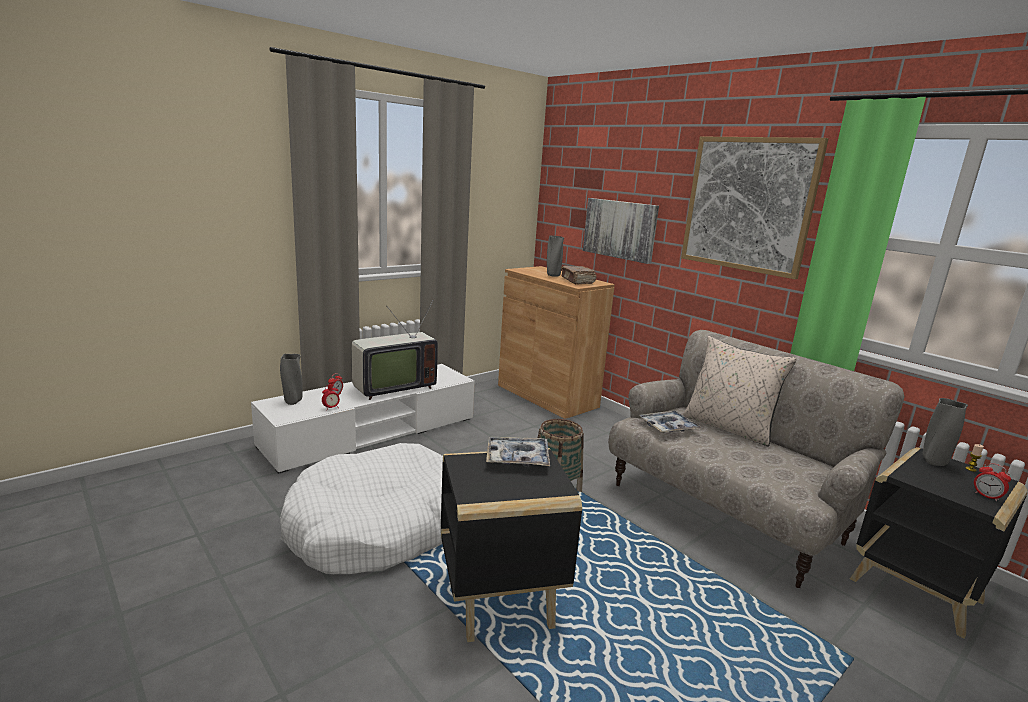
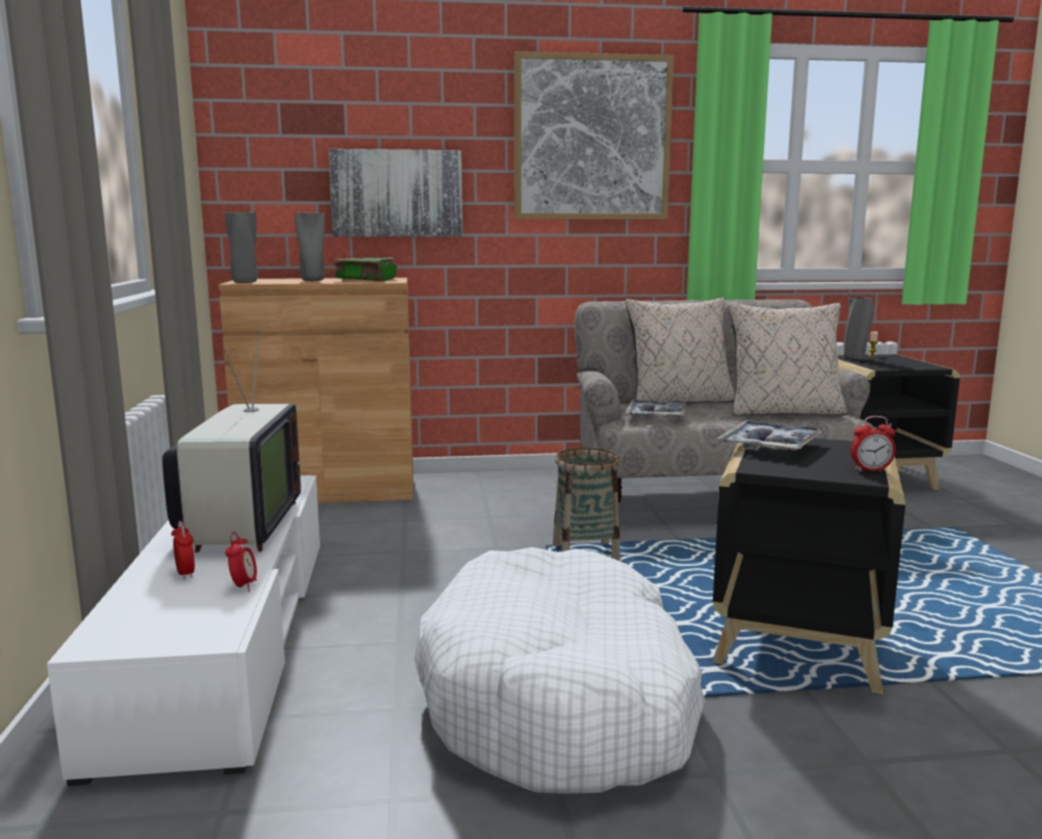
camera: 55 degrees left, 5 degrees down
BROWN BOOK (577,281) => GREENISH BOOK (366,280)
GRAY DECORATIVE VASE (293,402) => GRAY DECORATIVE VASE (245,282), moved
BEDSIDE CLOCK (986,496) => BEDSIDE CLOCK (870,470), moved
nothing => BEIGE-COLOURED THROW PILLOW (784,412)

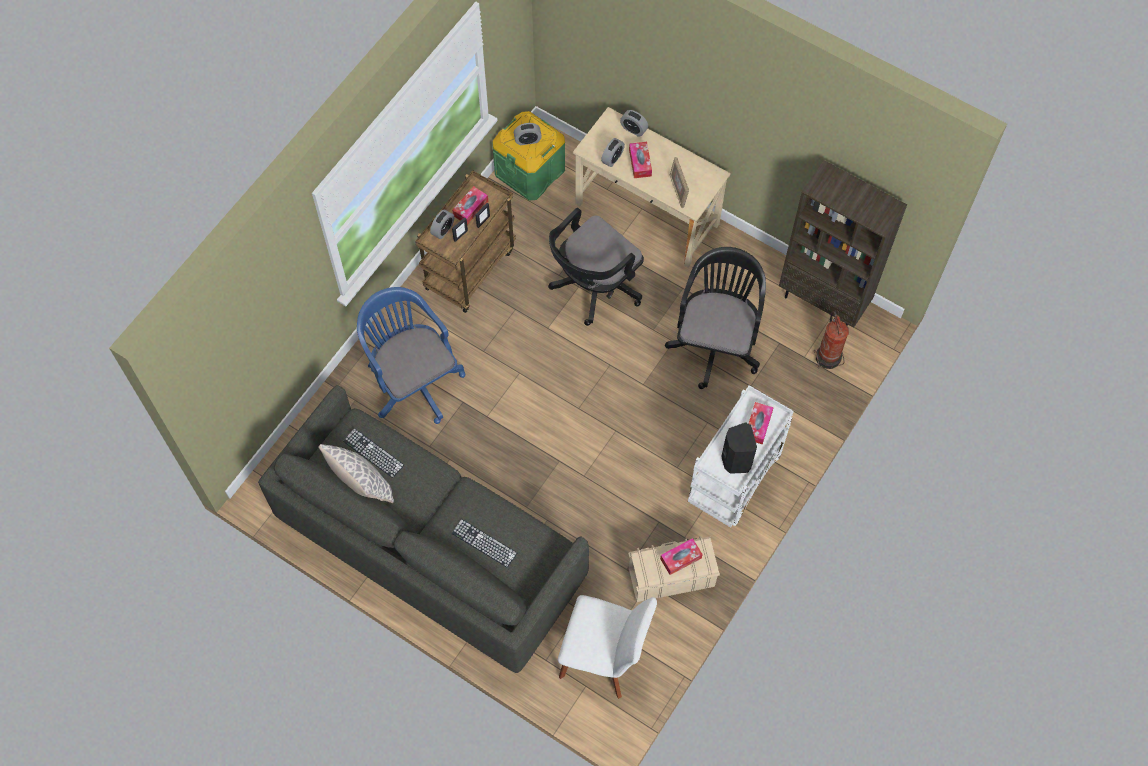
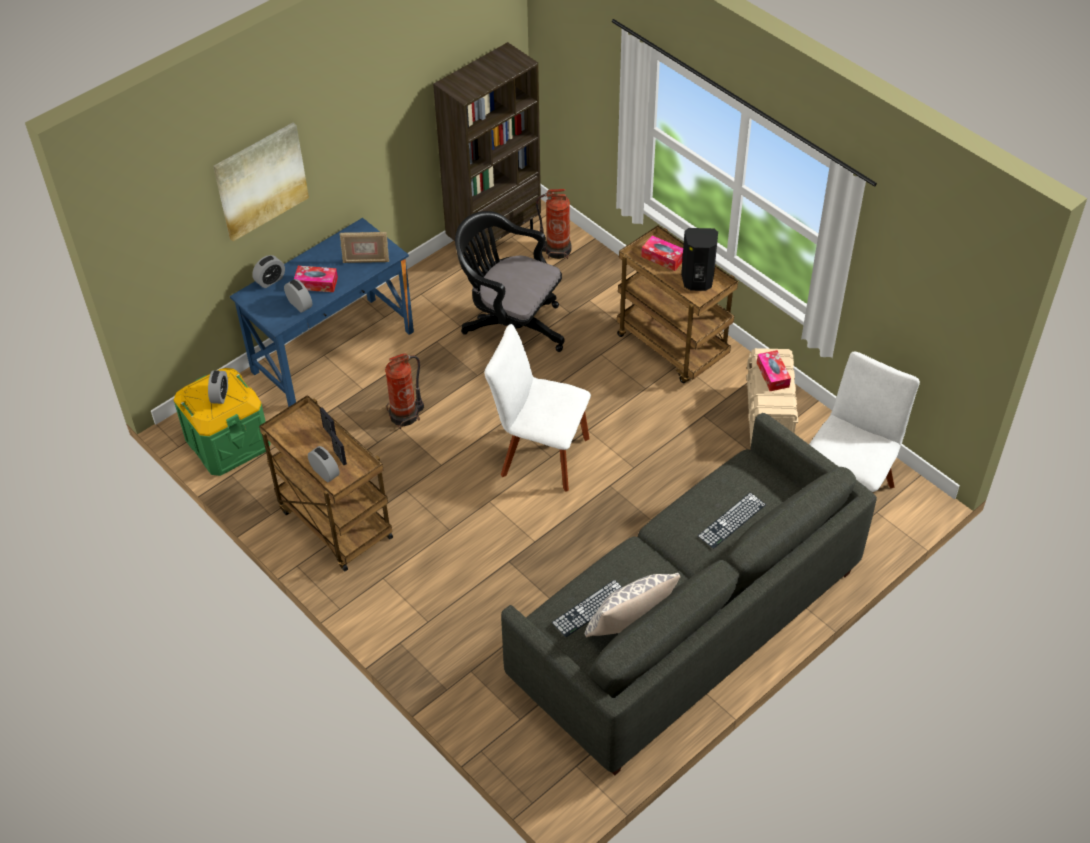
camera: 75 degrees left, 15 degrees down
BEIGE-COLOURED DESK (647,214) => BLUISH DESK (333,351)
TISSUE BOX (470,208) => nothing
BLACK-COLOURED COMPUTER CHAIR (593,287) => FIRE-FIGHTING CYLINDER (405,415)
BLUISH COMPUTER CHAIR (412,380) => nothing
WHITISH WHEELED CART (734,481) => BROWN WHEELED CART (673,347)
nothing => PICTURE (261,181)
nothing => WHITISH PLAIN CHAIR (540,454)

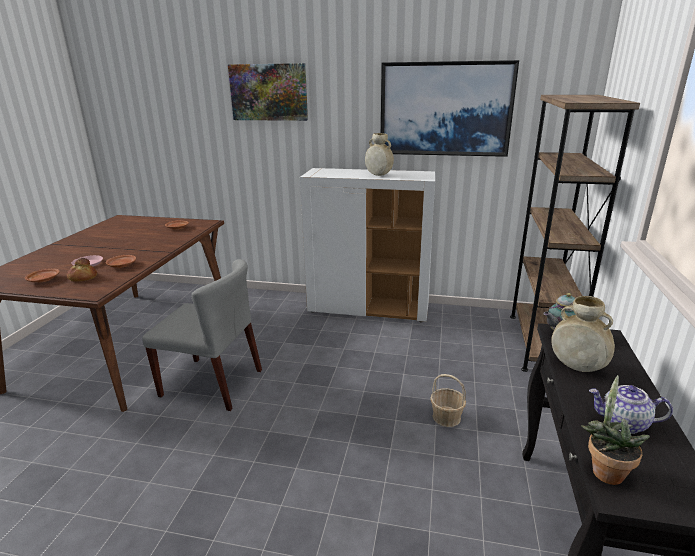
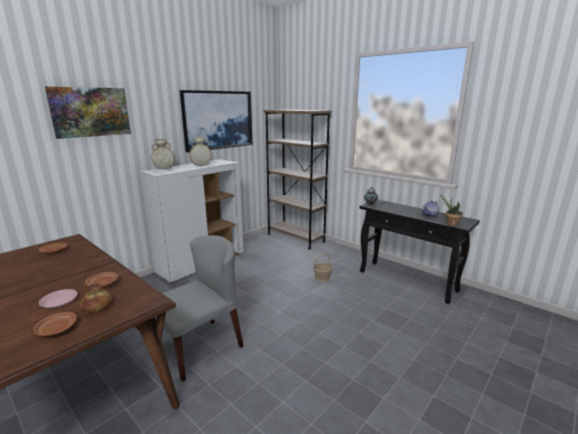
camera: 60 degrees left, 5 degrees down
BEIGE-COLOURED DECORATIVE VASE (577,367) => BEIGE-COLOURED DECORATIVE VASE (164,169), moved

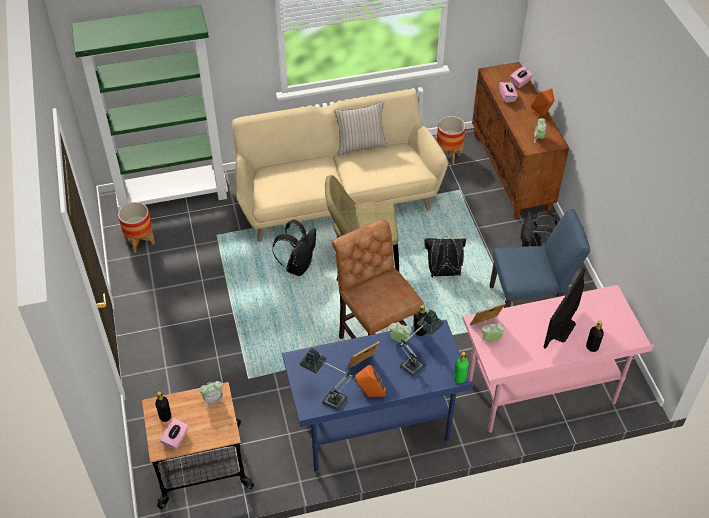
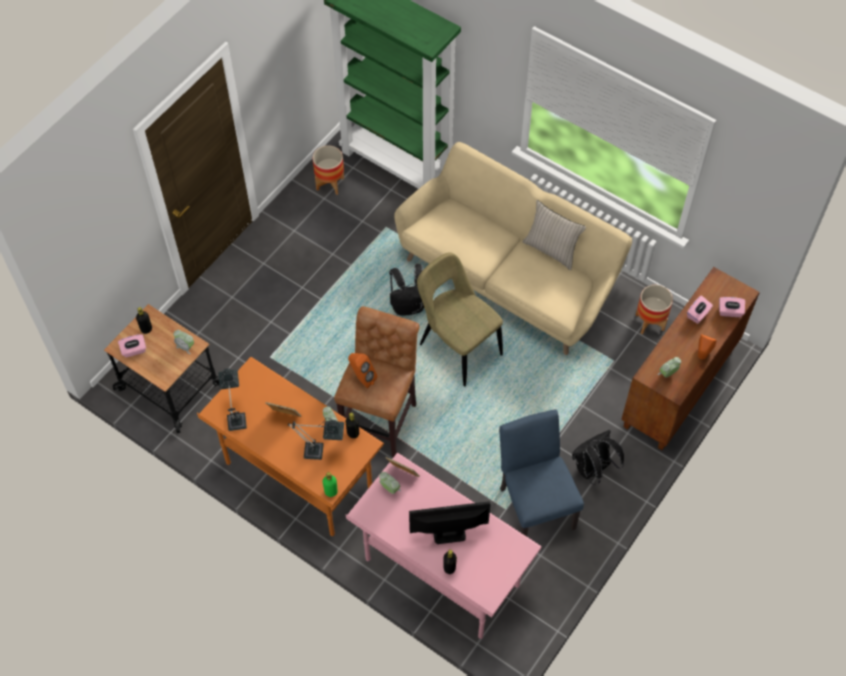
camera: 50 degrees right, 10 degrees up
BLUISH PLAIN CHAIR (530,302) => BLUISH PLAIN CHAIR (534,502), 150 degrees counterclockwise
BLACK-COLOURED KNAPSACK (443,273) => nothing
BLUISH DESK (374,430) => ORANGE DESK (298,476)
ORANGE LOUDSPEAKER (370,395) => ORANGE LOUDSPEAKER (362,378), moved

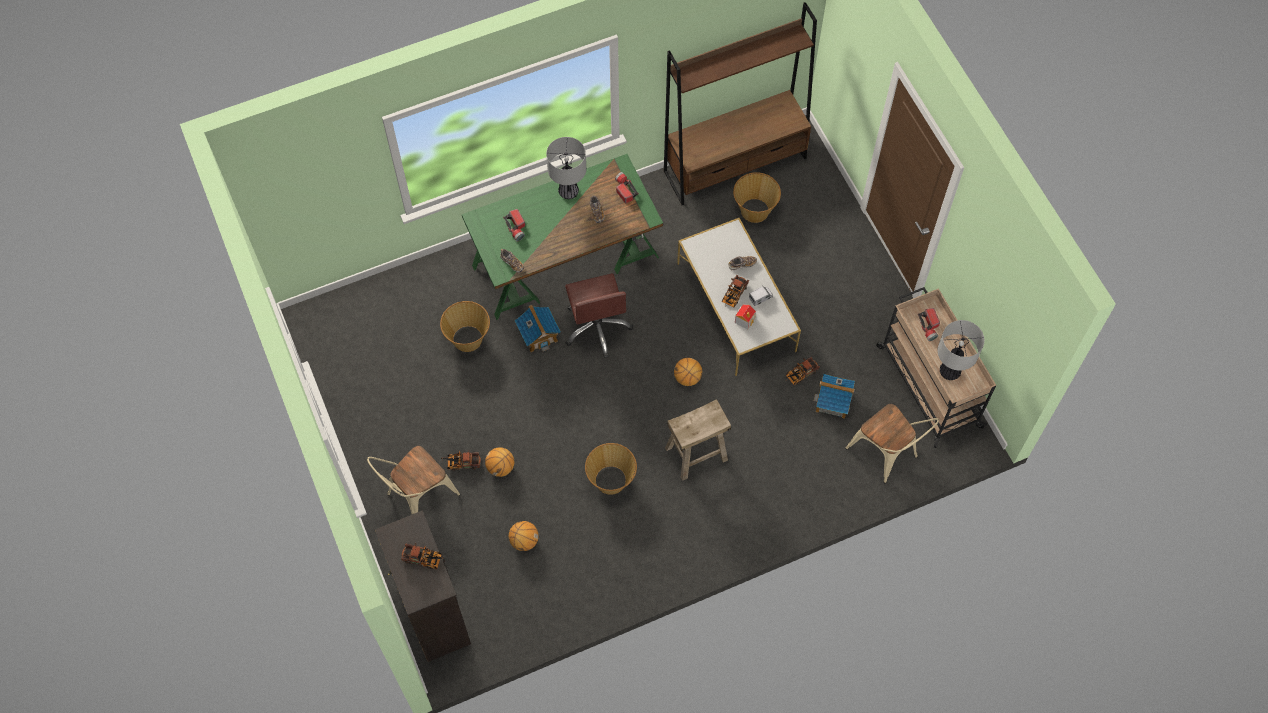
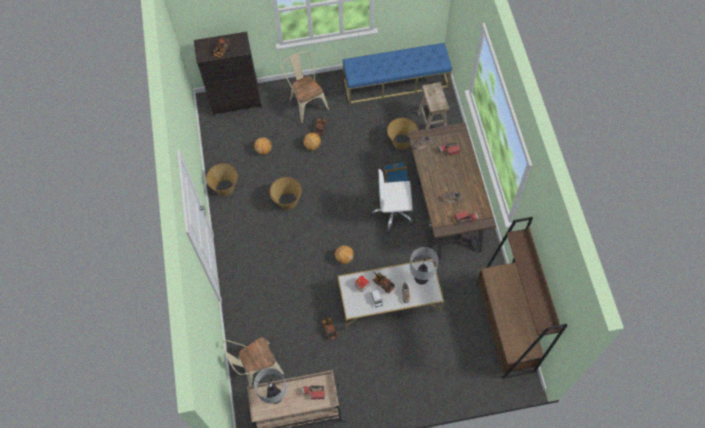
camera: 105 degrees right, 0 degrees up
TABLE LAMP (568,192) => TABLE LAMP (421,278), moved
GREENISH DESK (565,261) => BROWN DESK (446,204)
HOUSEHOLD BASKET (754,210) => HOUSEHOLD BASKET (225,187), moved
BROWN COMPUTER CHAIR (597,327) => WHITISH COMPUTER CHAIR (393,213)
MODEL HOUSE (833,402) => nothing
BEIGE-COLOURED STOOL SEAT (696,454) => BEIGE-COLOURED STOOL SEAT (432,122), moved
nothing => BLUISH BENCH (396,82)

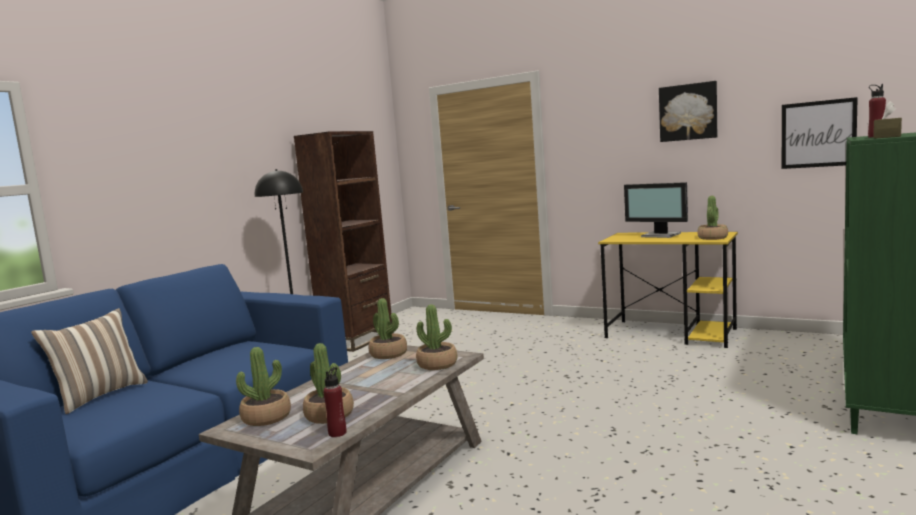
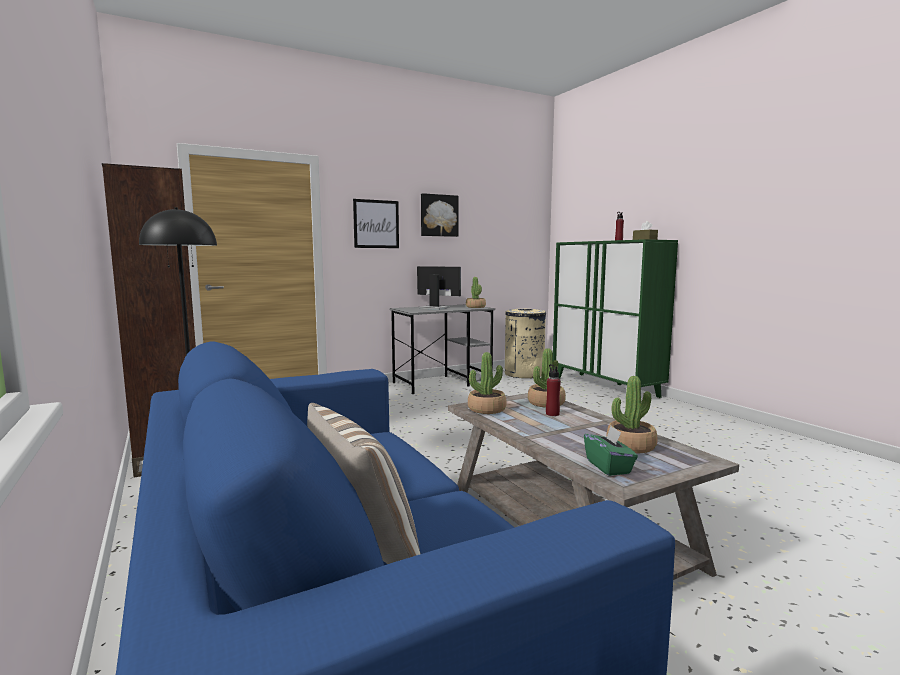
camera: 60 degrees left, 0 degrees up
PICTURE (818,134) => PICTURE (376,224), moved
COMPUTER SCREEN (660,235) => COMPUTER SCREEN (434,308), 135 degrees counterclockwise
YELLOW DESK (671,333) => GRAY DESK (443,383)
HOUSEPLANT (266,417) => GREENISH TISSUE BOX (609,467)
REDDISH DRINK BOTTLE (337,433) => REDDISH DRINK BOTTLE (552,414), moved
nothing => BEIGE-COLOURED RUBBISH BIN (524,374)

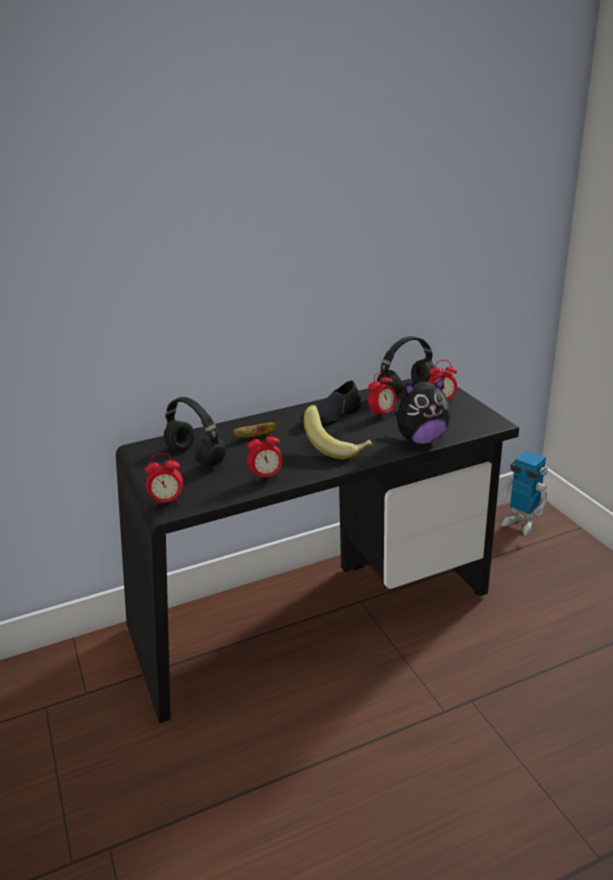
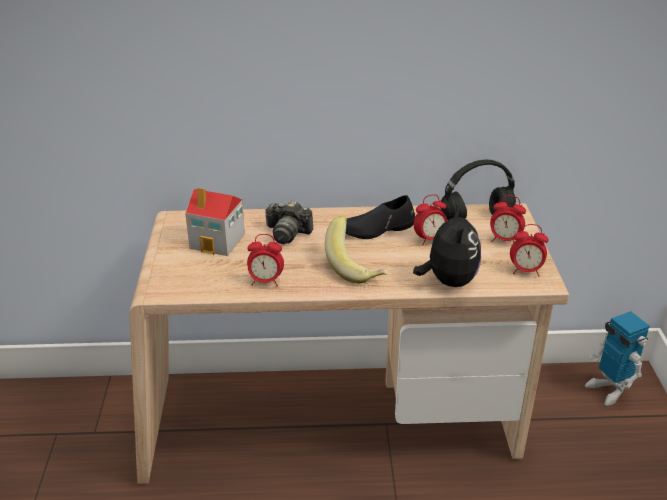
camera: 20 degrees right, 5 degrees up
PLUSH TOY (421,440) => PLUSH TOY (448,281), 90 degrees counterclockwise
BLACK-COLOURED DESK (314,615) => BEIGE-COLOURED DESK (333,424)
BLACK-COLOURED PAIR OF HEADPHONES (197,456) => MODEL HOUSE (218,241)
WHOLE BANANA (256,436) => PHOTO CAMERA (287,233)
BEDSIDE CLOCK (167,501) => BEDSIDE CLOCK (525,271), moved

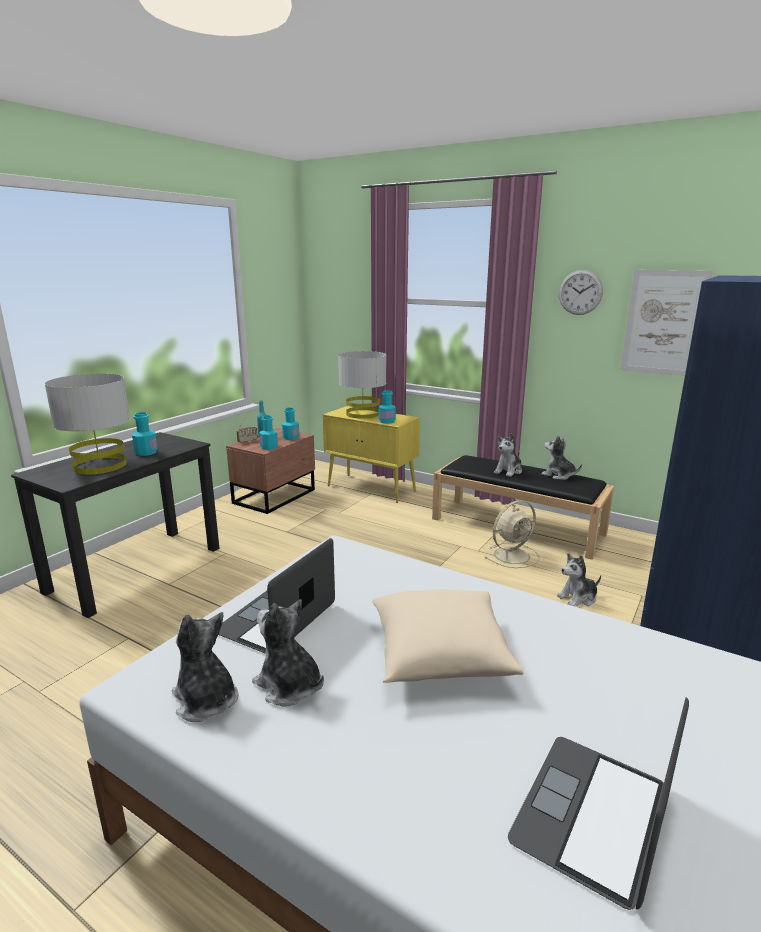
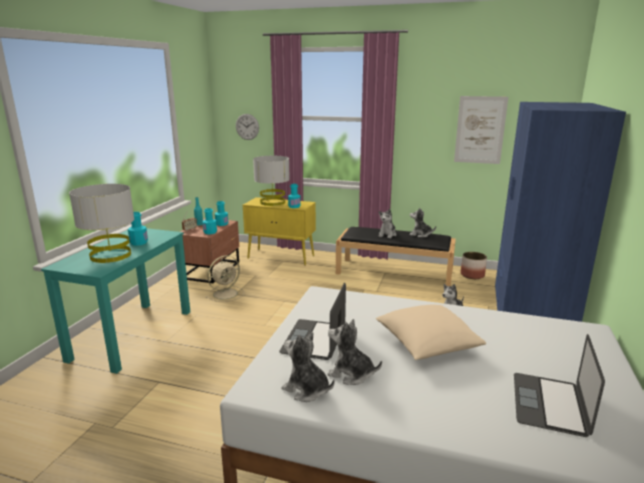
camera: 15 degrees left, 0 degrees up
HANGING CLOCK (580,292) => HANGING CLOCK (247,127), moved
BLACK-COLOURED DESK (137,569) => TURQUOISE-COLOURED DESK (133,334)
BEIGE-COLOURED FAN (513,555) => BEIGE-COLOURED FAN (226,293), moved
nothing => PLANT POT (472,275)

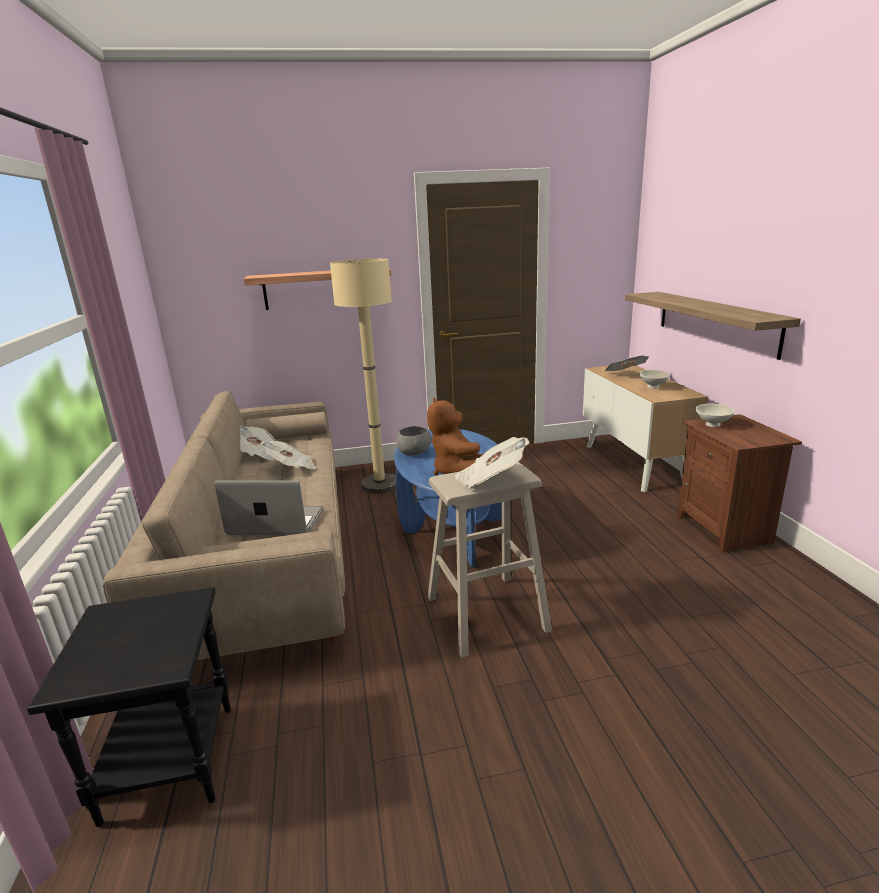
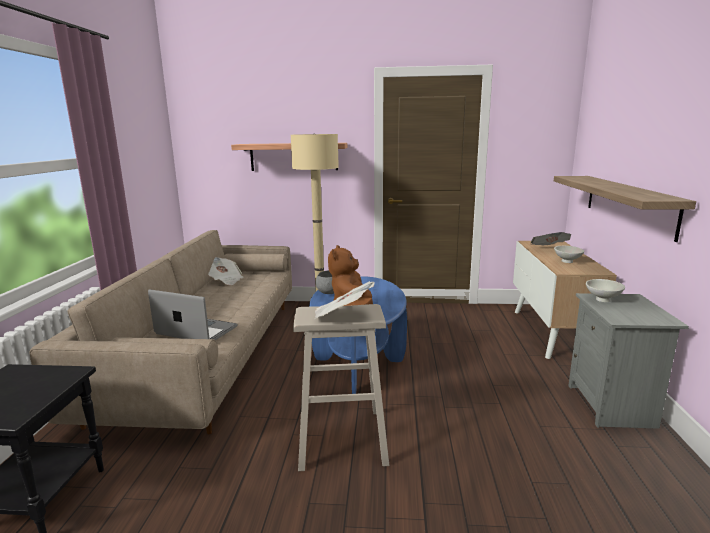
camera: 15 degrees right, 5 degrees down
BROWN NIGHTSTAND (725,529) => GRAY NIGHTSTAND (612,406)
DAILY PAPER (291,467) => nothing

